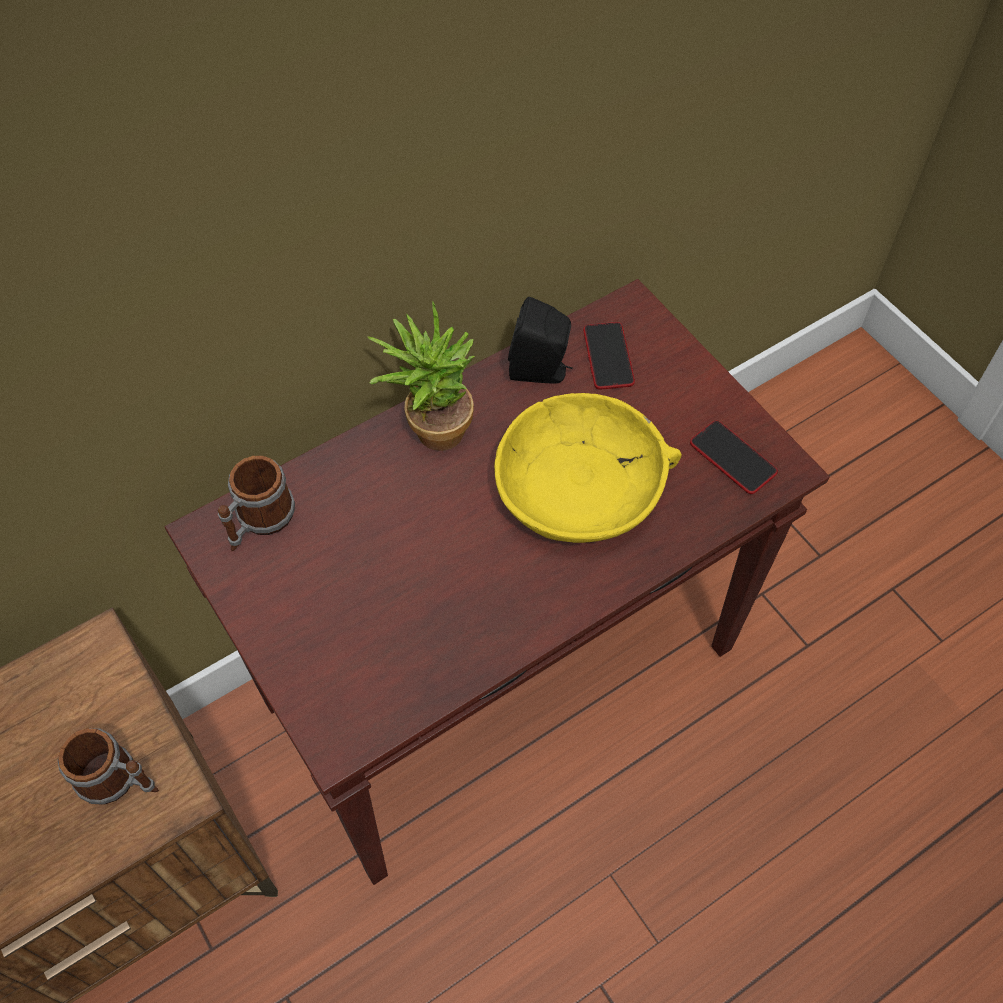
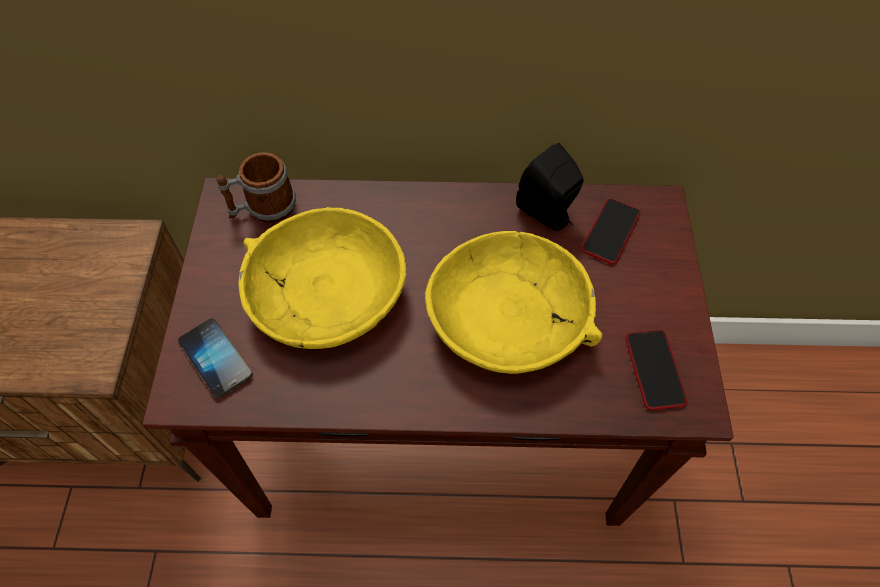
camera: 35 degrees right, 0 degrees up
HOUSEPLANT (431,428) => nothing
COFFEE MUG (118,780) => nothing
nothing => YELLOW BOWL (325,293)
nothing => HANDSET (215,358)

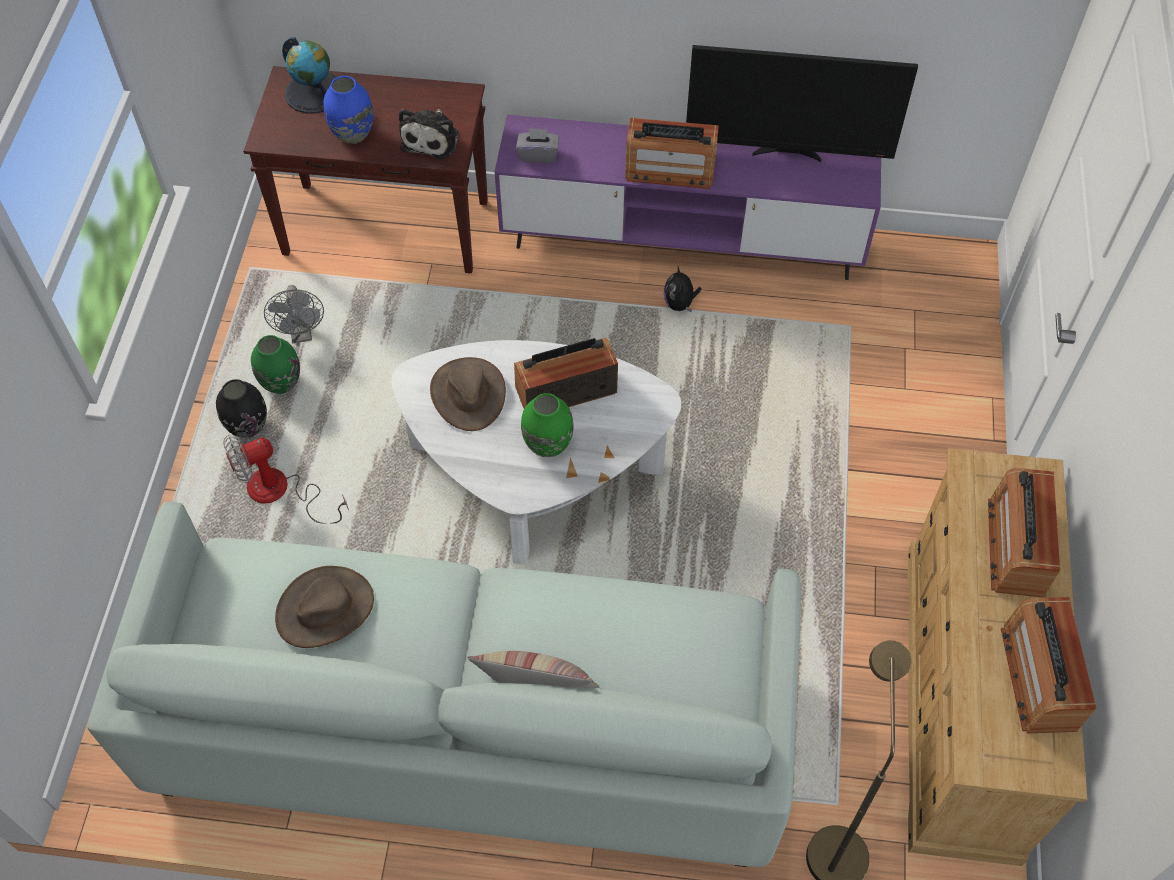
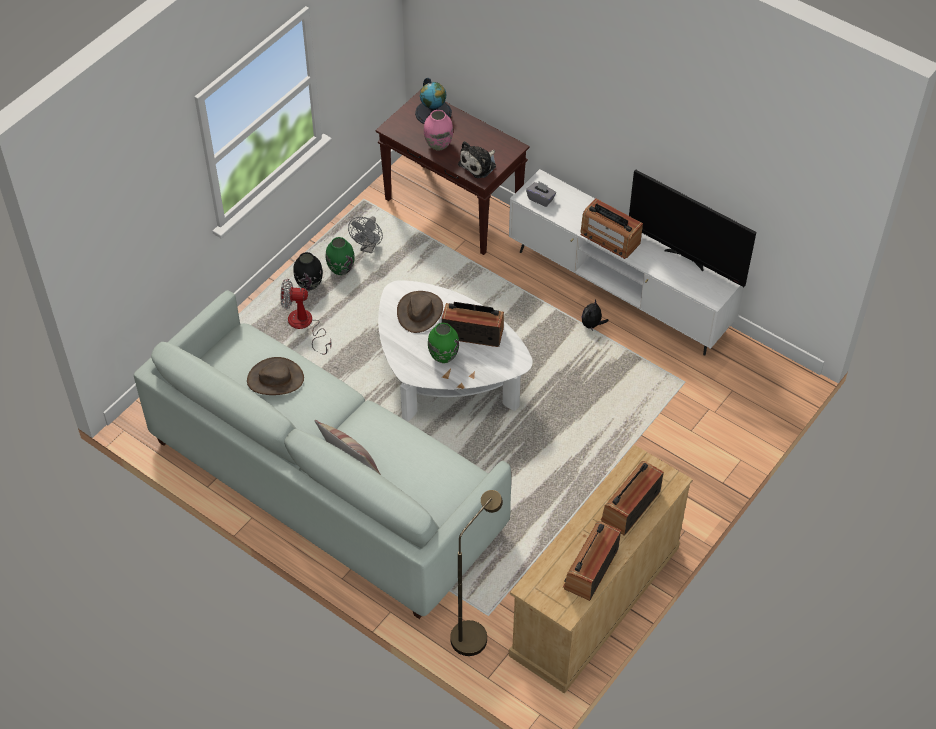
camera: 30 degrees right, 5 degrees down
BLUISH DECORATIVE VASE (352,134) => PINK DECORATIVE VASE (438,145)
PURPLISH MEDIA CONSOLE (681,243) => WHITISH MEDIA CONSOLE (619,291)

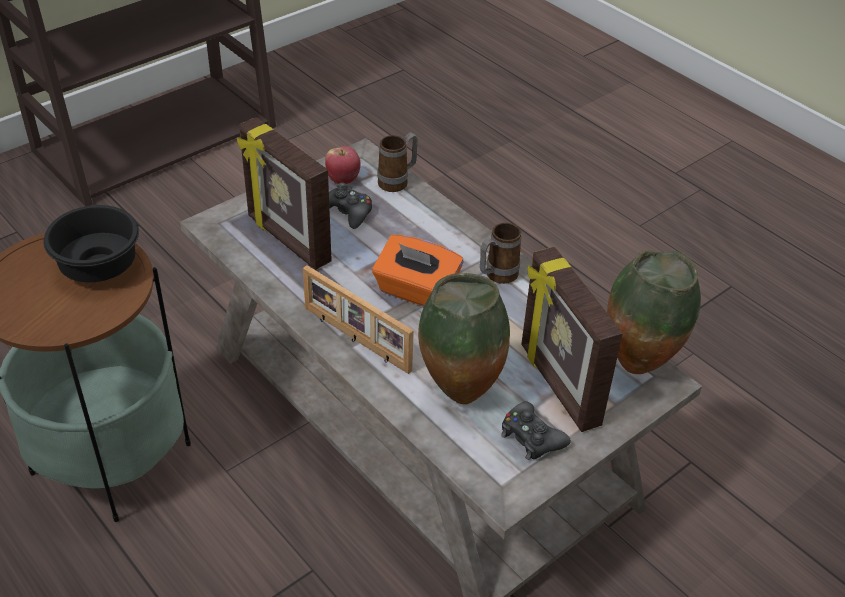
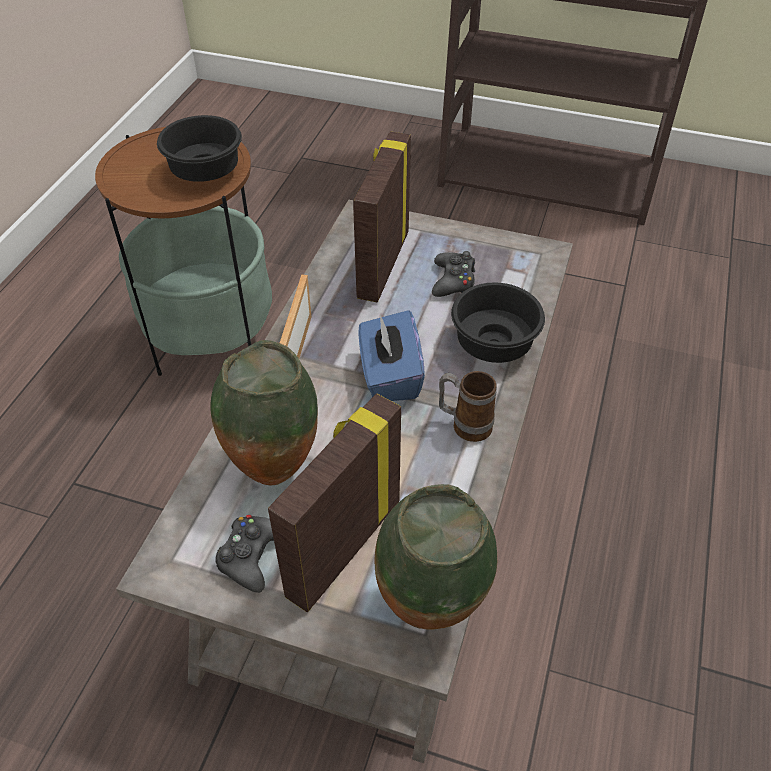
camera: 60 degrees right, 5 degrees up
COFFEE MUG (398,181) => nothing
WHOLE APPLE (343,180) => nothing
ORANGE TISSUE BOX (416,291) => BLUISH TISSUE BOX (389,376)
nothing => BLACK-COLOURED BOWL (490,344)

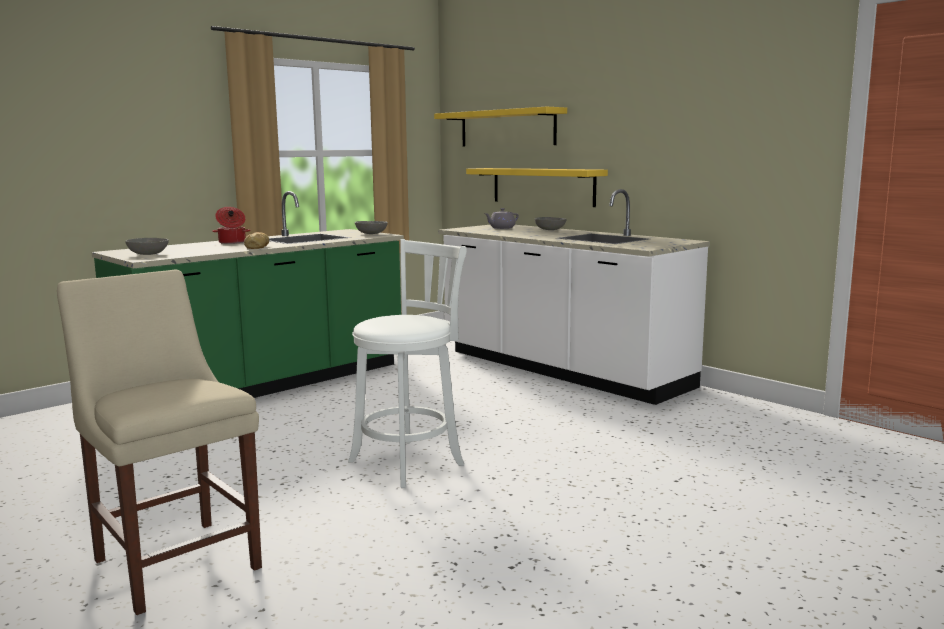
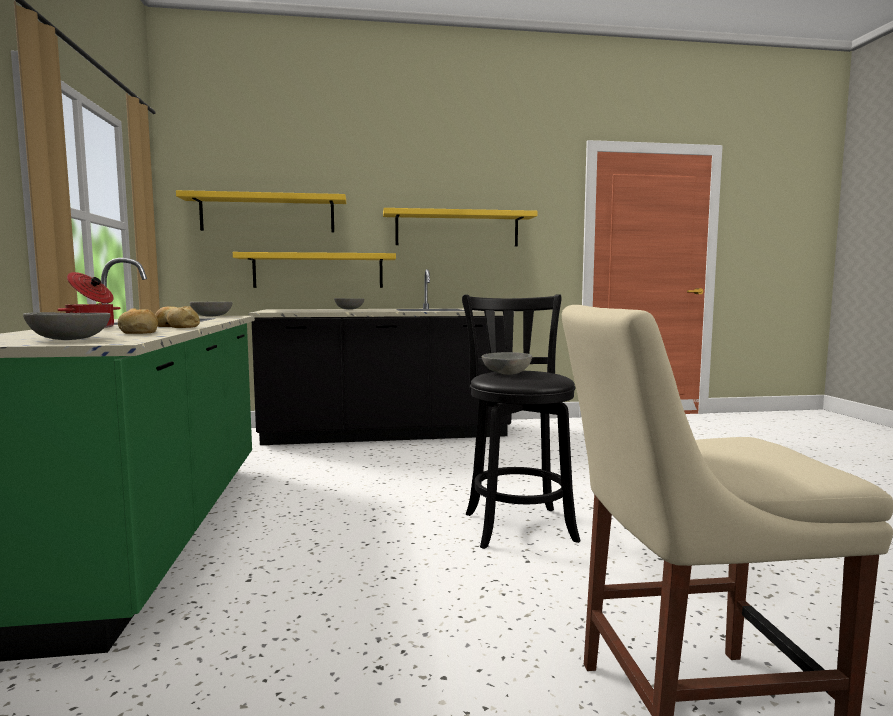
camera: 55 degrees left, 5 degrees down
WHITISH COUNTER (560,369) => BLACK-COLOURED COUNTER (386,434)
GRAY TEAPOT (501,228) => nothing
WHITISH STOOL SEAT (411,461) => BLACK-COLOURED STOOL SEAT (518,524)
nothing => YELLOW SHELF (457,229)
nothing => BAKERY BREAD (139,332)
nothing => GRAY BOWL (506,373)

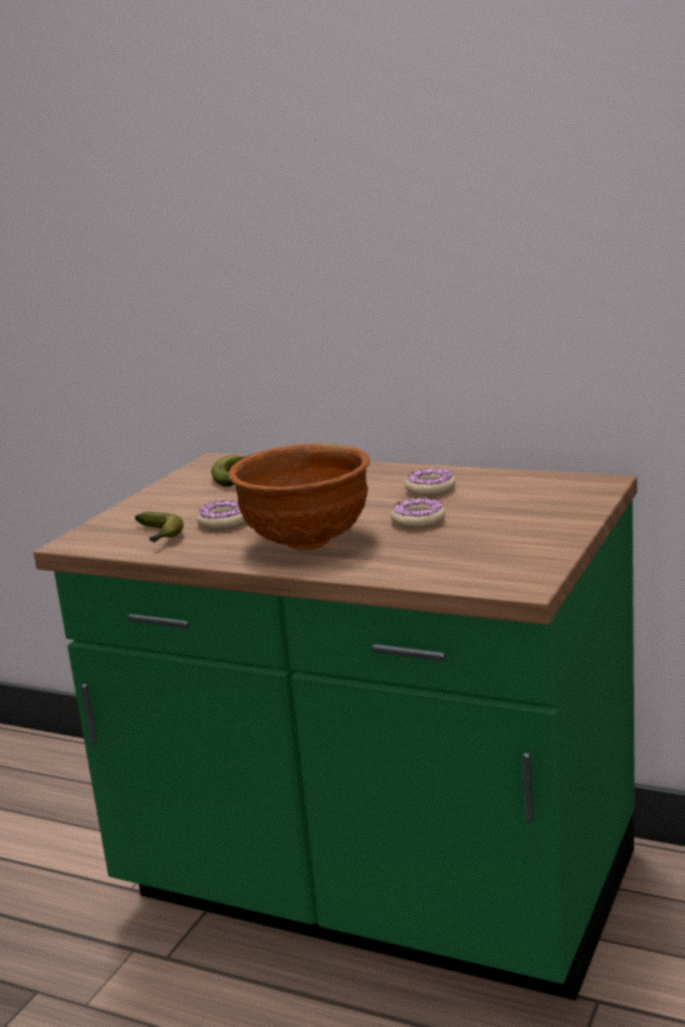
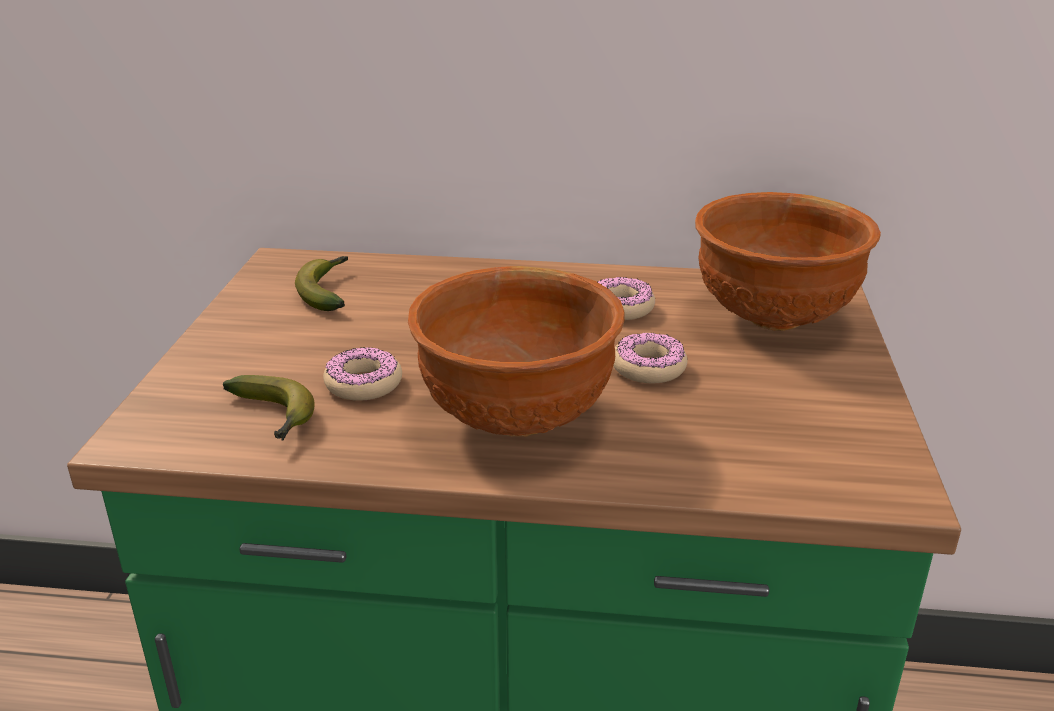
camera: 20 degrees left, 10 degrees up
nothing => BROWN BOWL (771,317)

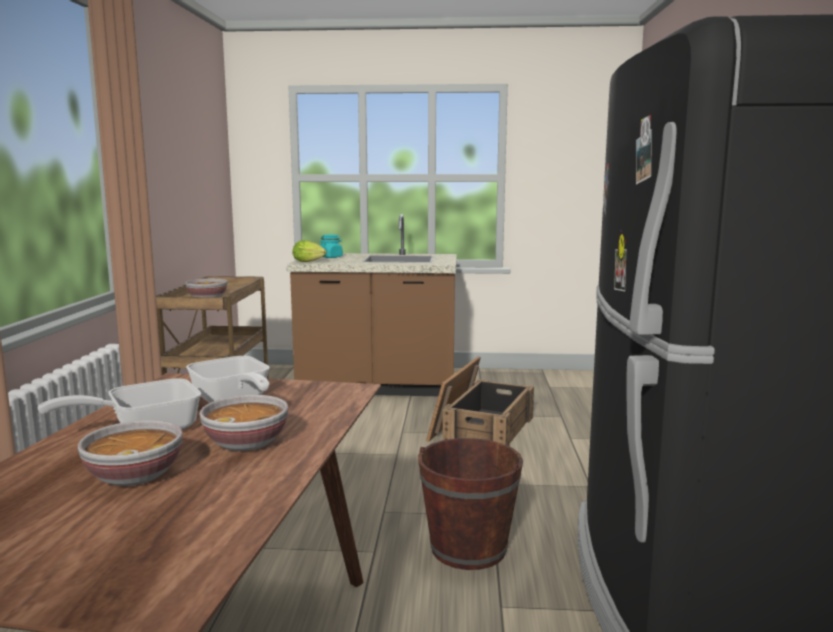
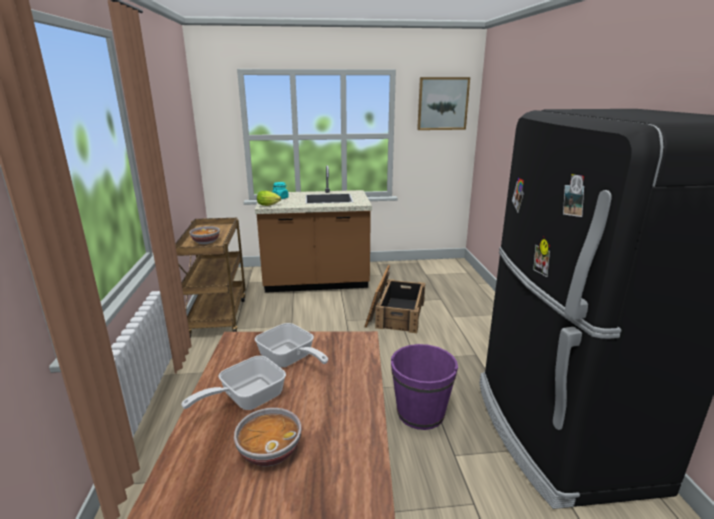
camera: 10 degrees left, 10 degrees up
BOWL (247,442) => nothing
BROWN PAIL (468,549) => PURPLISH PAIL (420,413)
nothing => PICTURE (442,104)

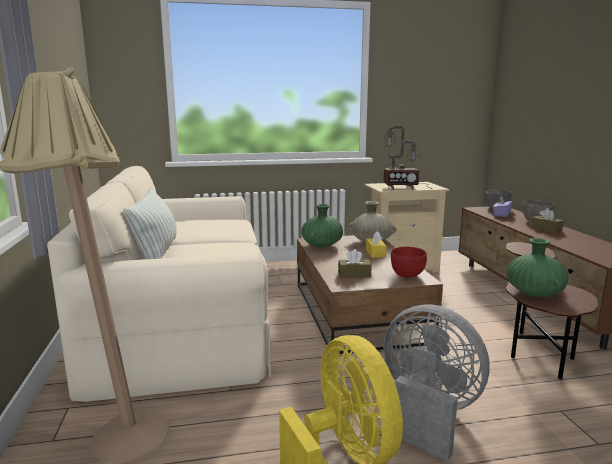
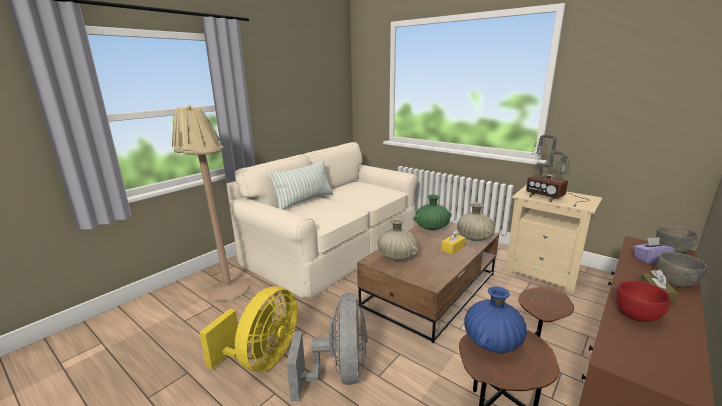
camera: 50 degrees right, 5 degrees up
GREENISH DECORATIVE VASE (534,293) => BLUISH DECORATIVE VASE (492,342)
REDDISH BOWL (407,275) => REDDISH BOWL (637,316), moved
BROWN TISSUE BOX (354,275) => BEIGE-COLOURED DECORATIVE VASE (397,257)

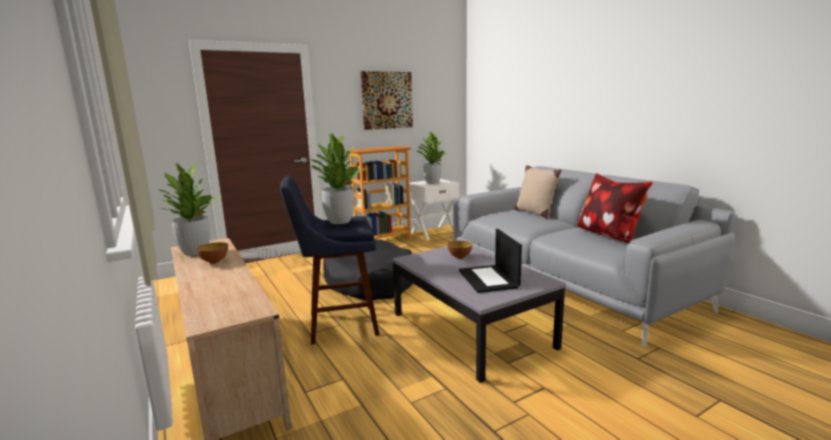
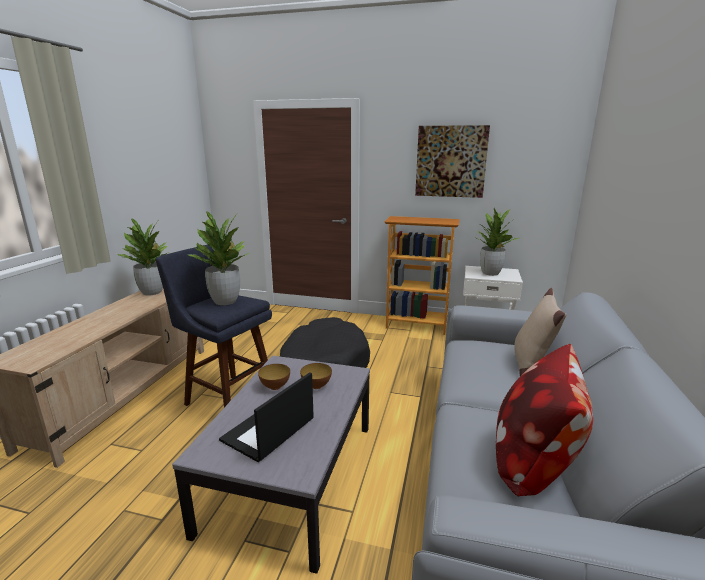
camera: 45 degrees right, 5 degrees up
BOWL (214,262) => BOWL (275,387), moved

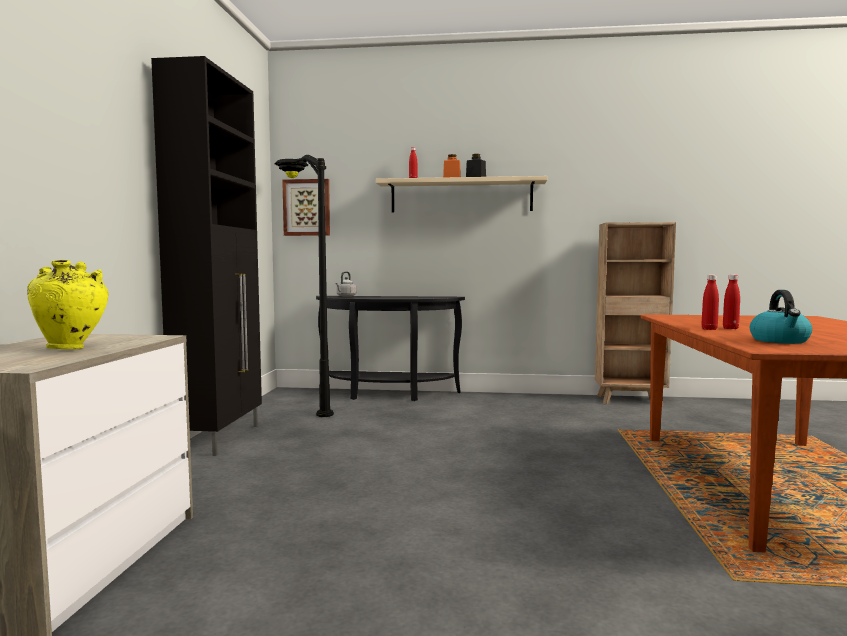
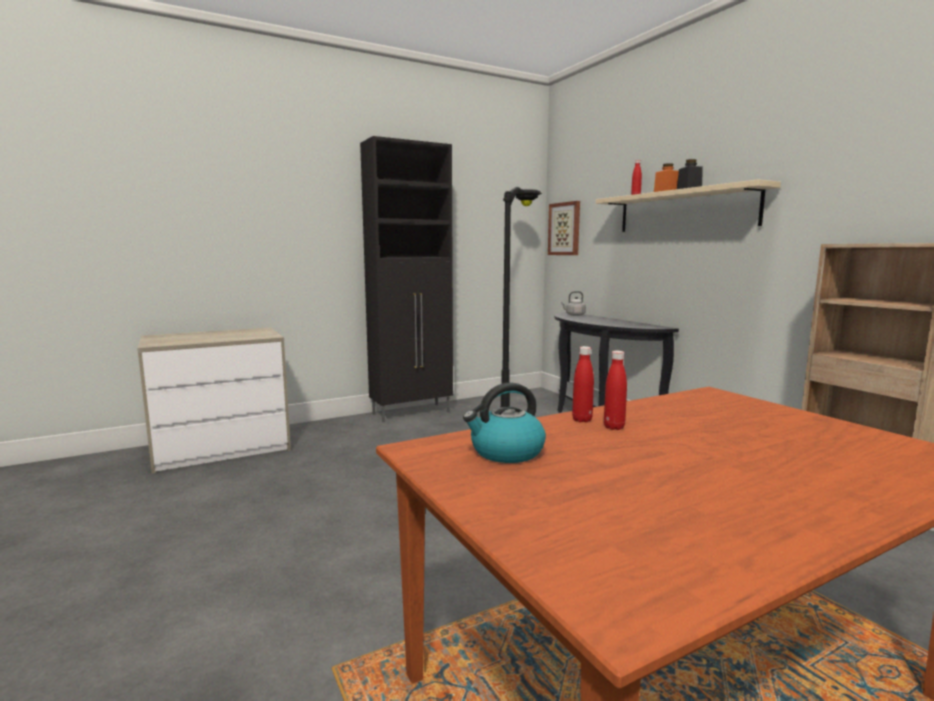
camera: 55 degrees right, 5 degrees up
YELLOW DECORATIVE VASE (71,348) => nothing

